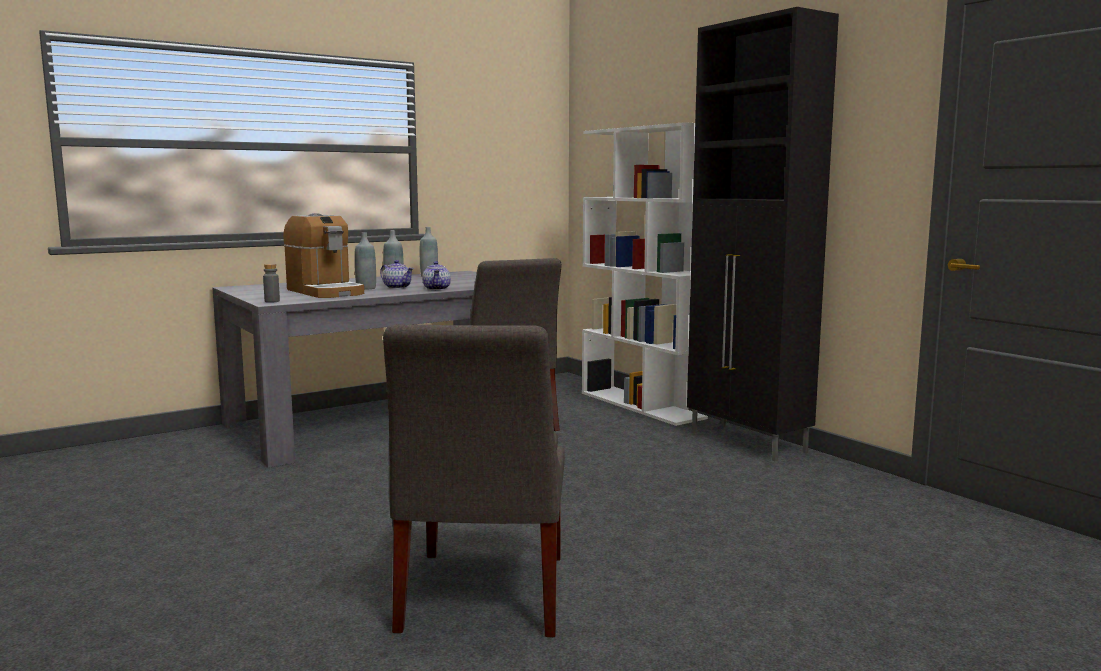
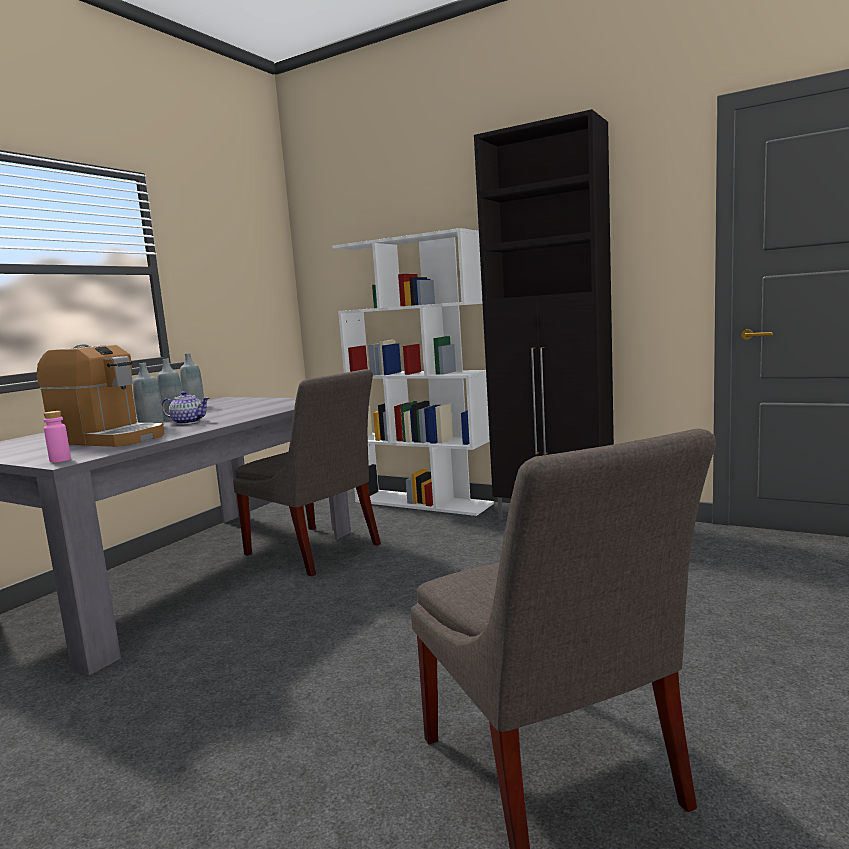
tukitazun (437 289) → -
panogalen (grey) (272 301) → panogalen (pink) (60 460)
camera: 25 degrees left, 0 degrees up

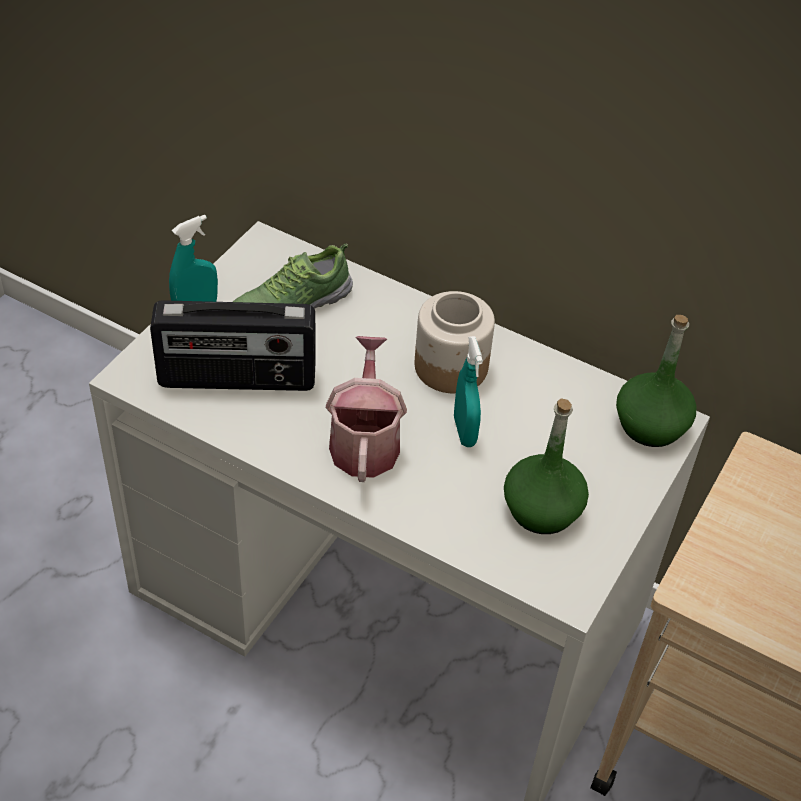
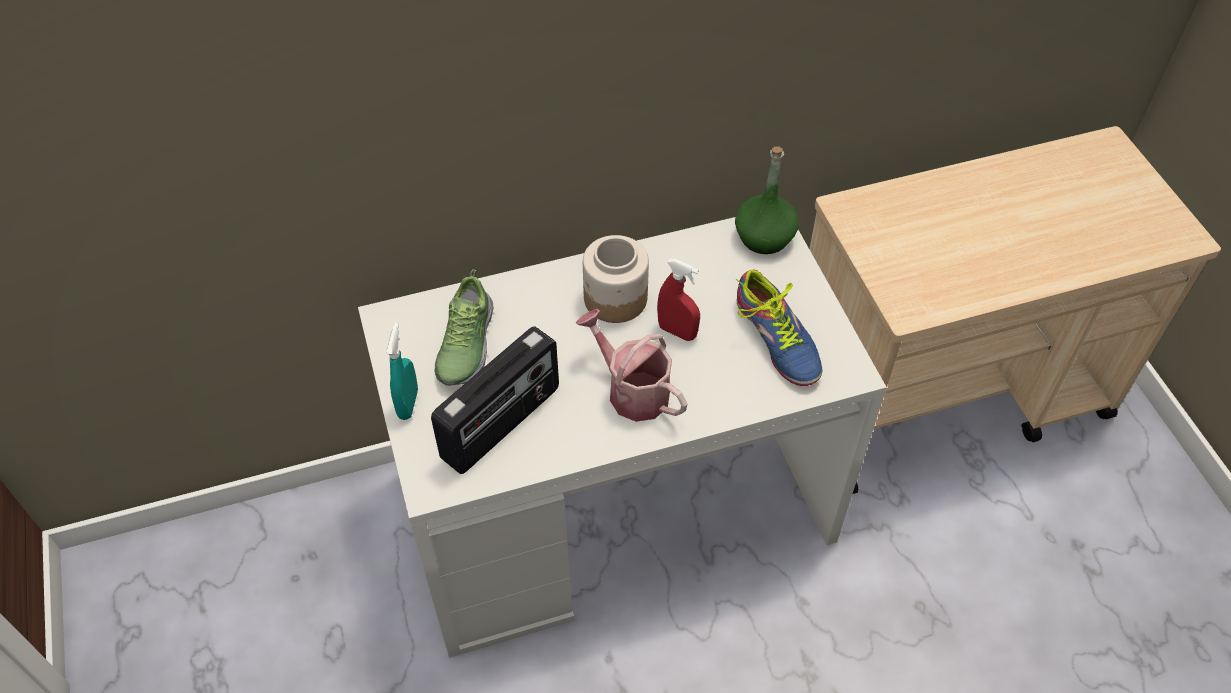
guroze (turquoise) (464 431) → guroze (red) (677 331)
panogalen (green) (542 509) → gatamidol (777 339)
camera: 45 degrees left, 5 degrees up

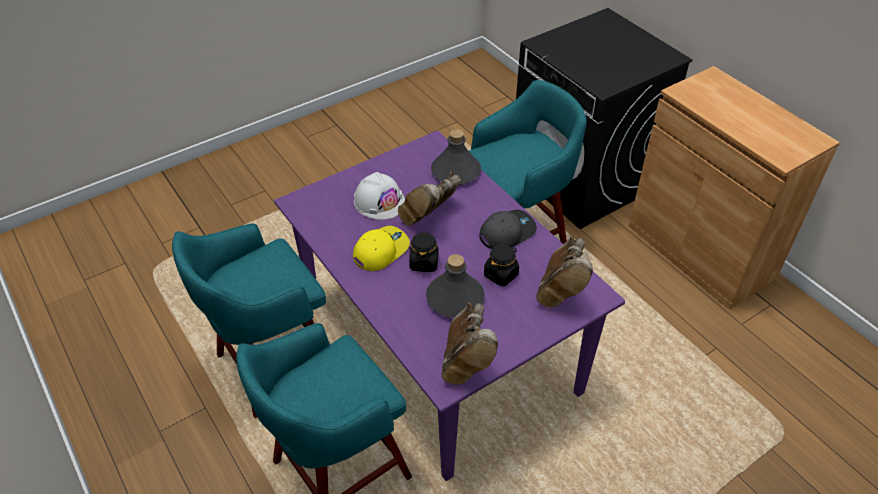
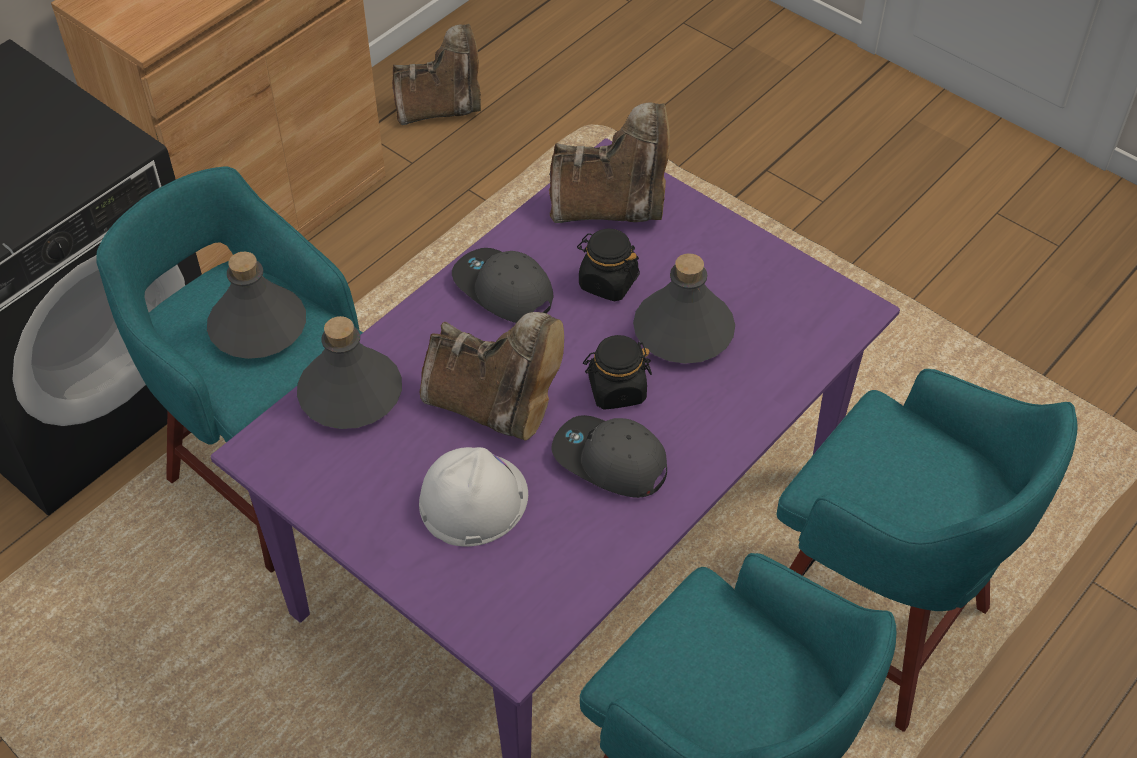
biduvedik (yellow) (380 250) → biduvedik (grey) (609 461)
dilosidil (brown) (466 361) → dilosidil (brown) (442 108), move
- → panogalen (grey) (258 327)
camera: 105 degrees left, 5 degrees up

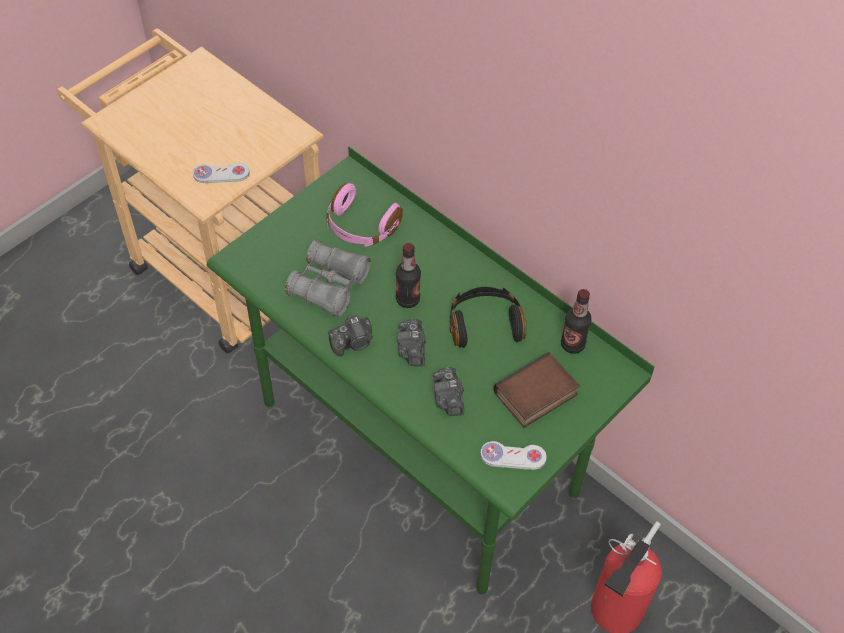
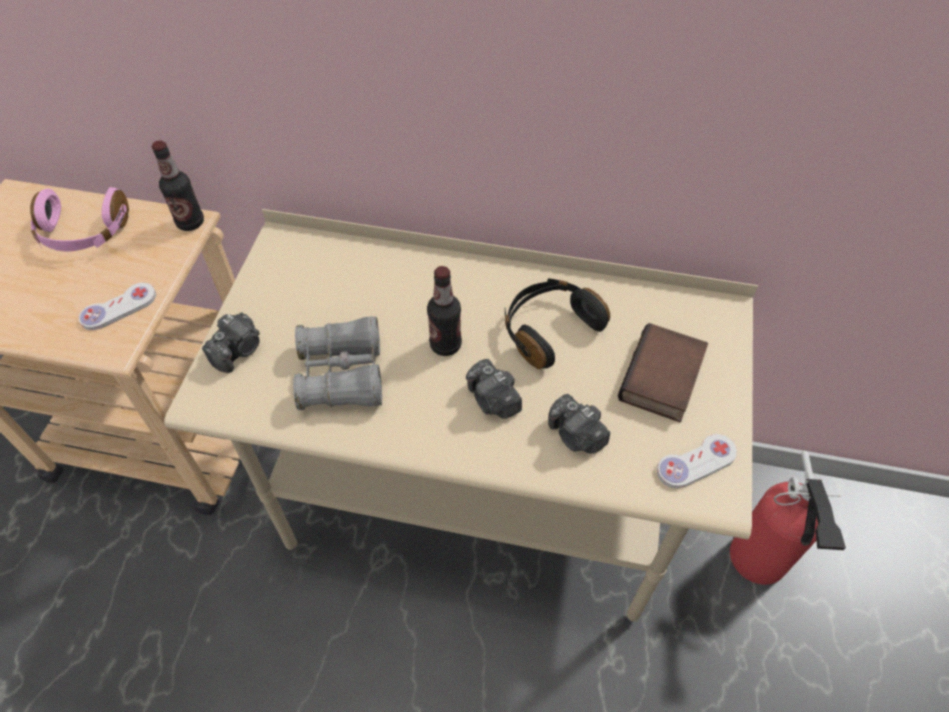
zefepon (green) (419 450) → zefepon (beige) (474 506)
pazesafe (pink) (360 227) → pazesafe (pink) (84 233), move
panogalen (572 344) → panogalen (190 222), move
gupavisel (353 343) → gupavisel (238 350), move
camera: 30 degrees left, 0 degrees up

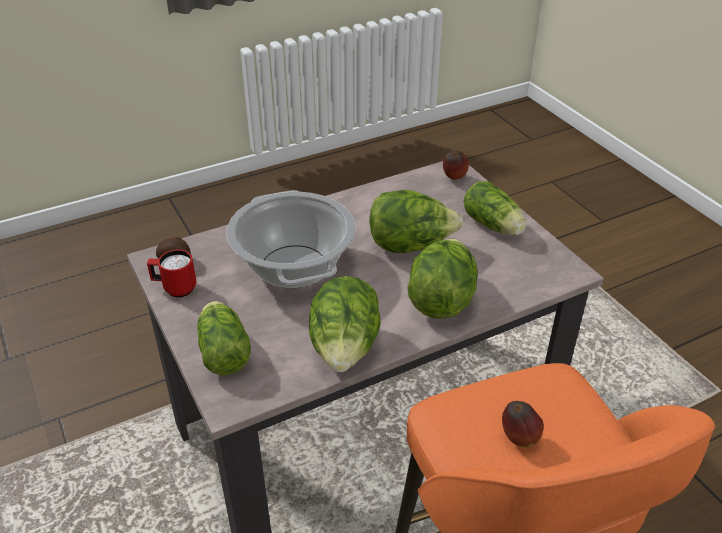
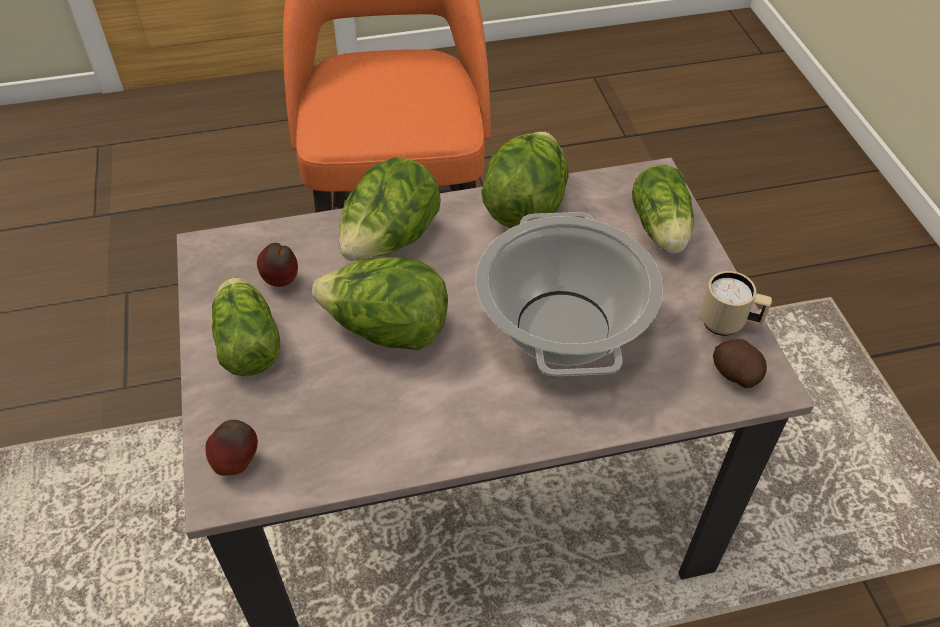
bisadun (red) (175 289) → bisadun (beige) (729 324)
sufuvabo (518 439) → sufuvabo (282 282), move
camera: 165 degrees left, 10 degrees up

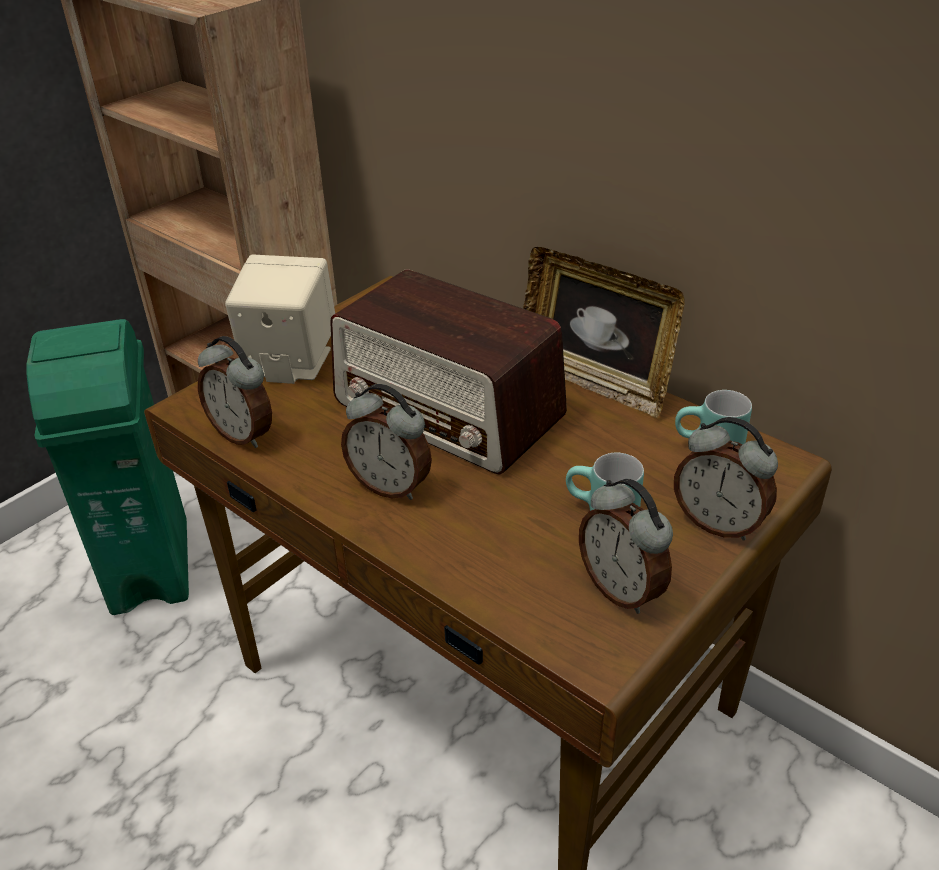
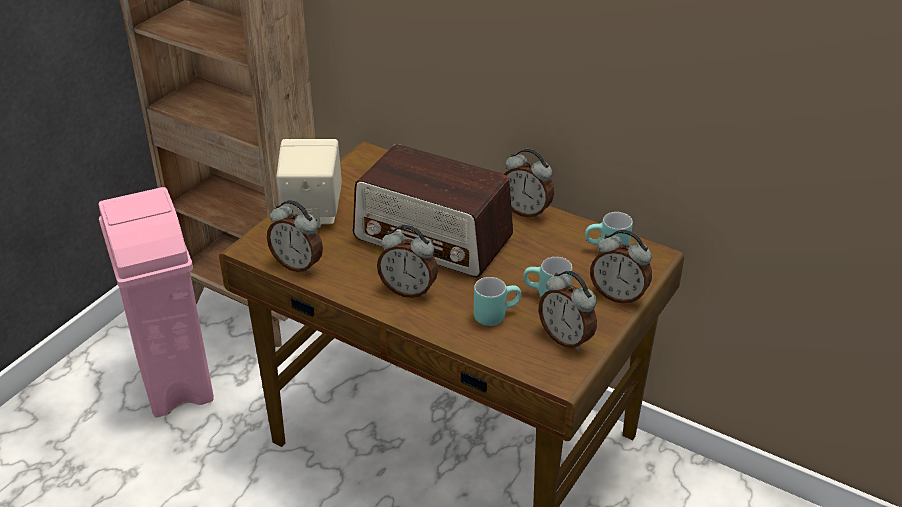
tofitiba (594 381) → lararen (526 211)
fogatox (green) (151 564) → fogatox (pink) (175 378)
- → bisadun (turquoise) (495 314)
camera: 10 degrees left, 0 degrees up

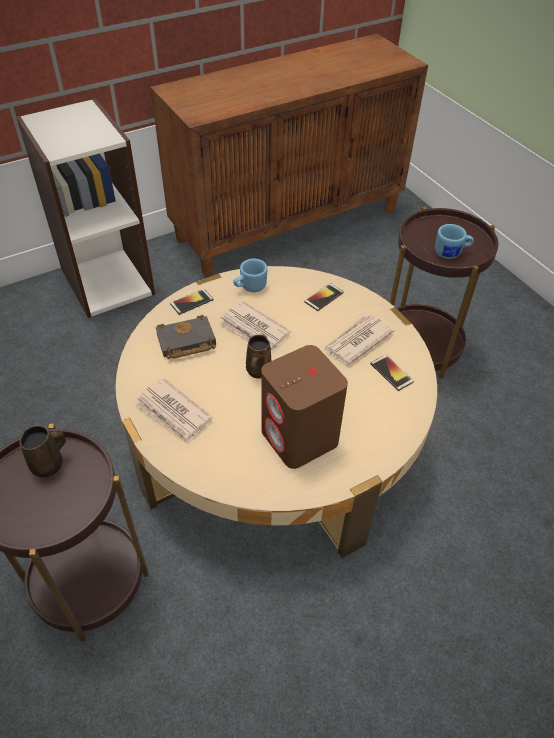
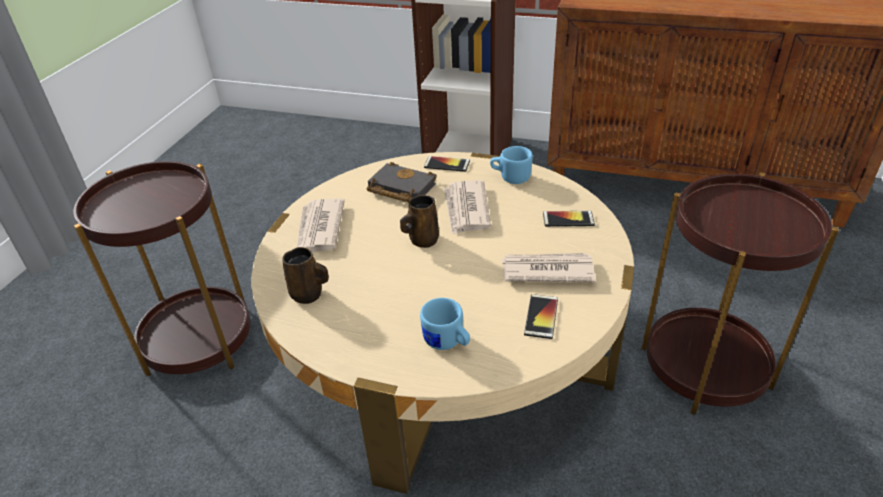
bisadun (blue) (451 253) → bisadun (blue) (447 343), move
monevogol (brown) (300 437) → -
bisadun (brown) (49 464) → bisadun (brown) (308 295), move
camera: 50 degrees right, 10 degrees down

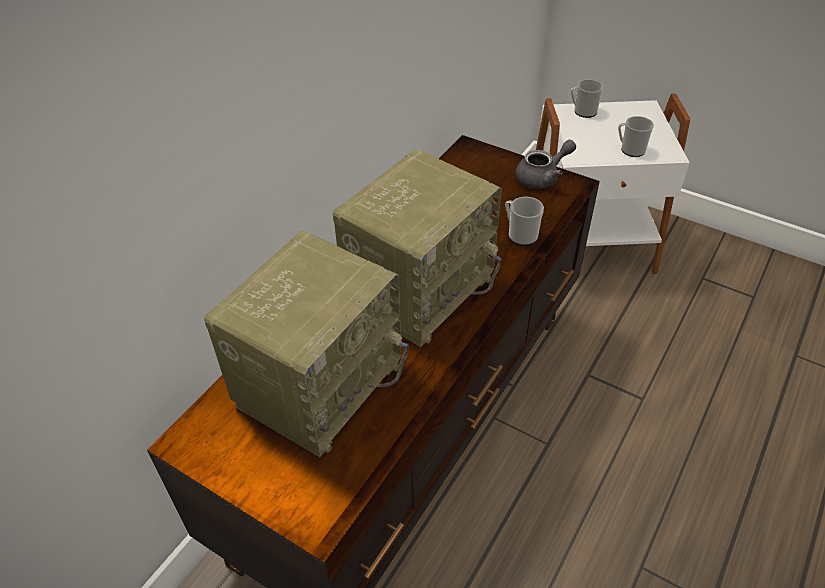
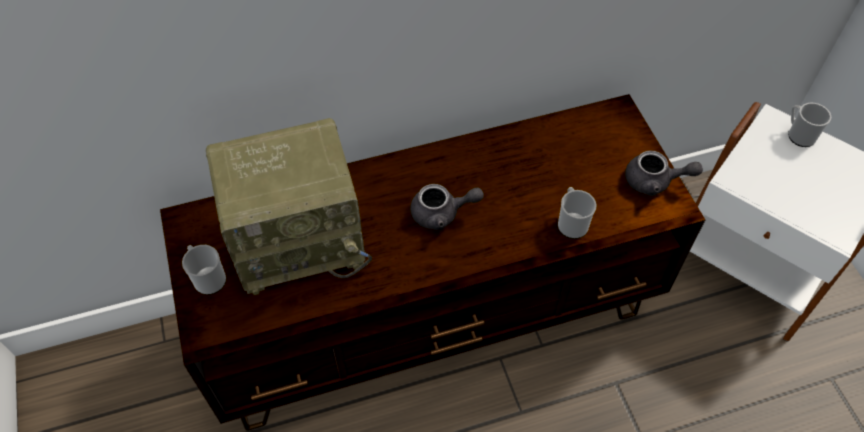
bisadun (630 150) → bisadun (208 278), move
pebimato (419 287) → tukitazun (grey) (442 214)
camera: 40 degrees right, 10 degrees up

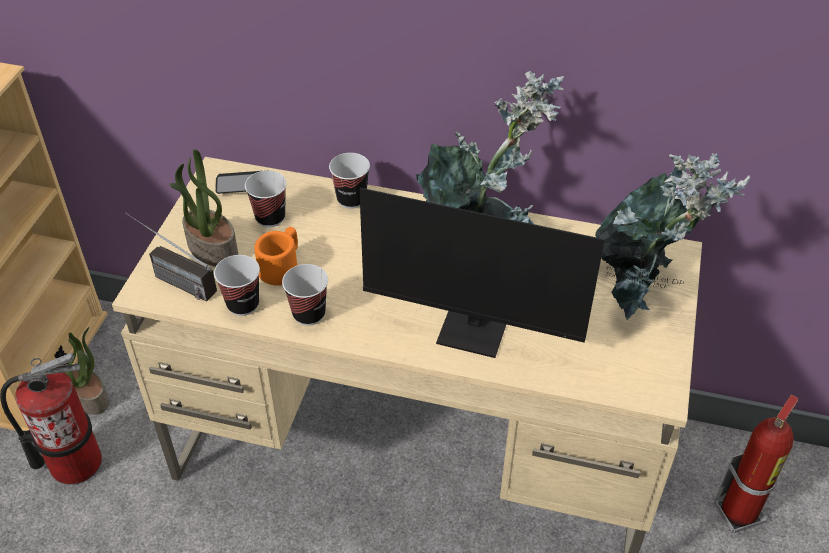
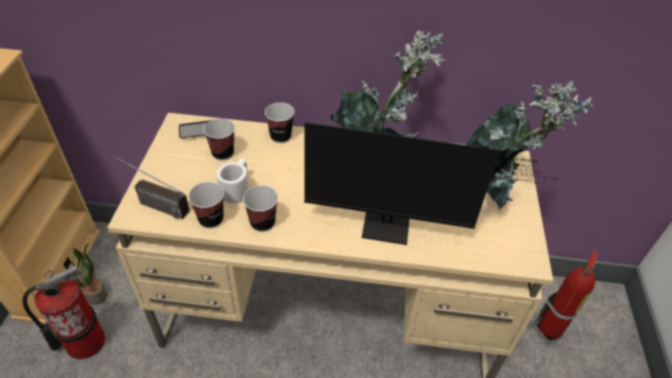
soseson (211 249) → -
bisadun (orange) (282 266) → bisadun (white) (237 188)
camera: 10 degrees left, 0 degrees up

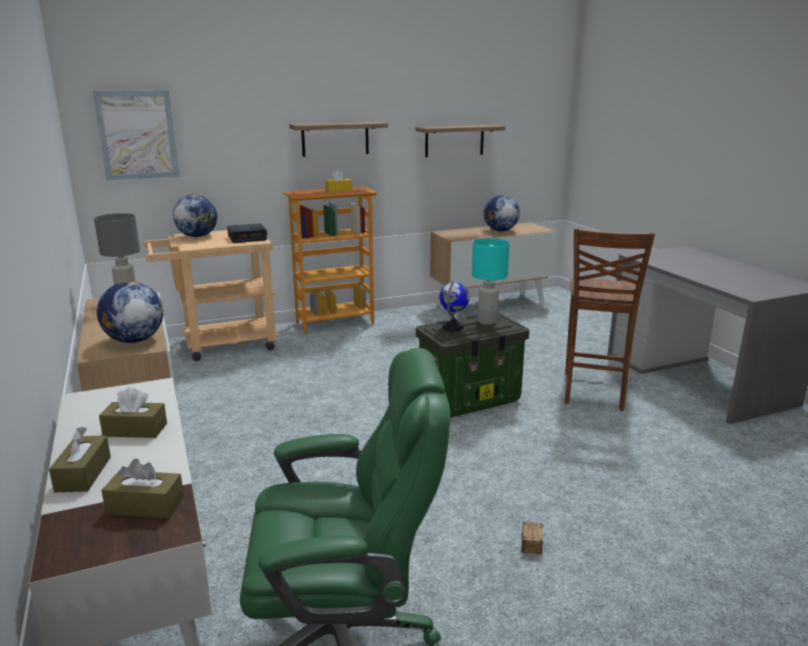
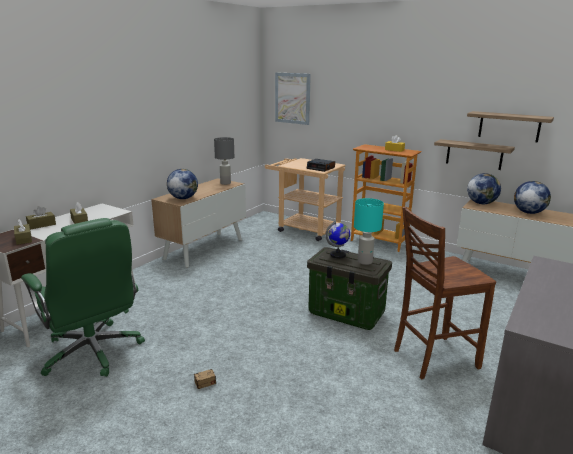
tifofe (335 139) → tifofe (474 154), move
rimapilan (197 236) → rimapilan (481 203), move
camera: 55 degrees right, 0 degrees up

